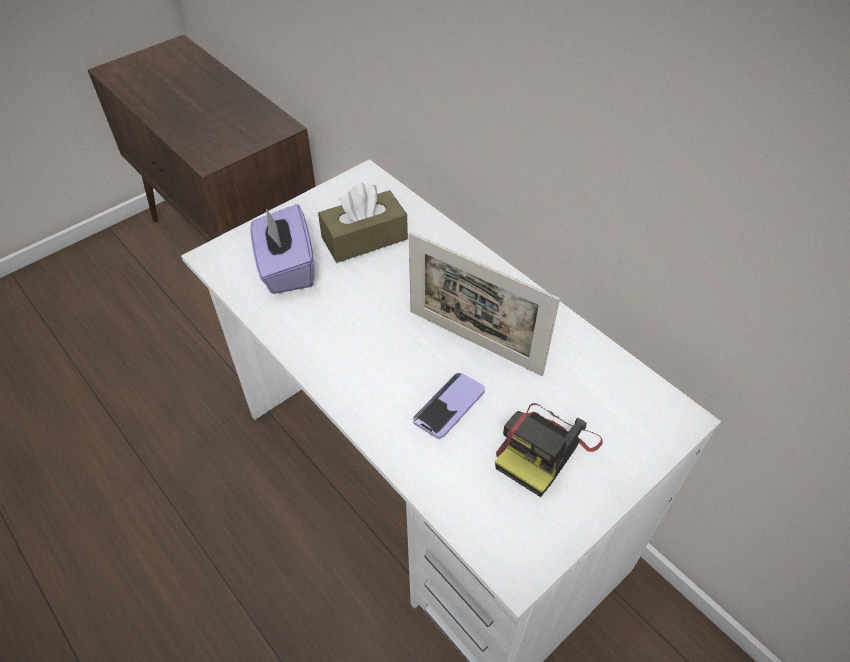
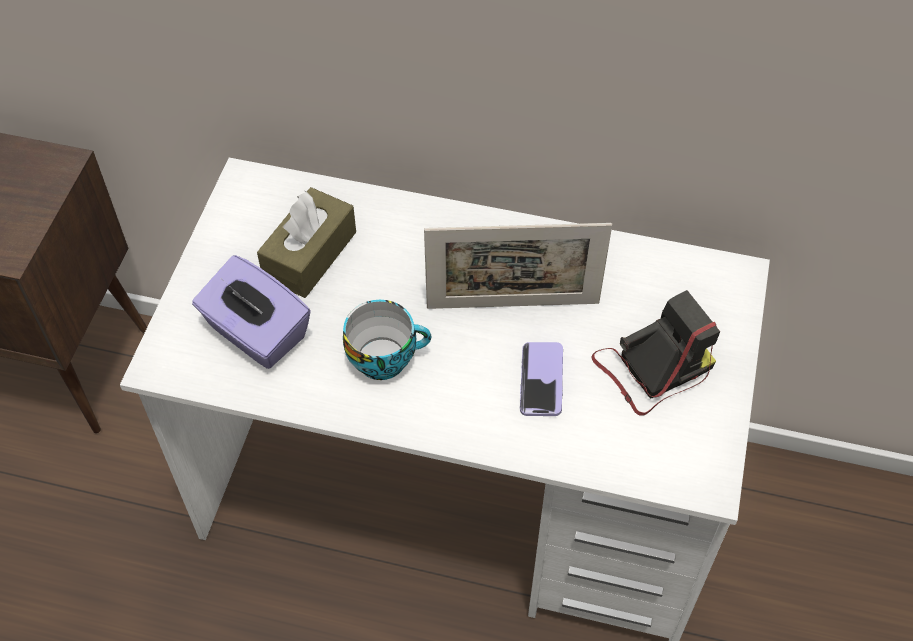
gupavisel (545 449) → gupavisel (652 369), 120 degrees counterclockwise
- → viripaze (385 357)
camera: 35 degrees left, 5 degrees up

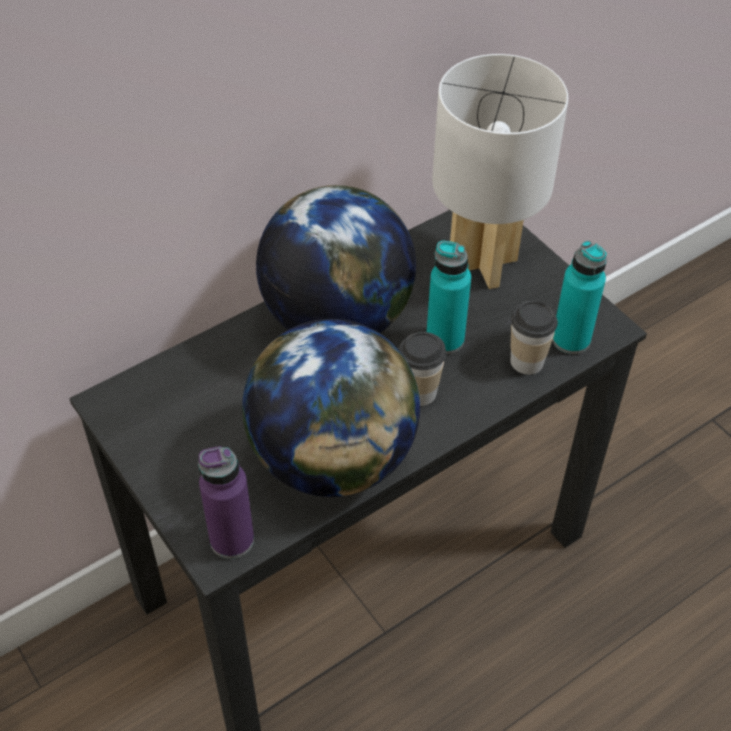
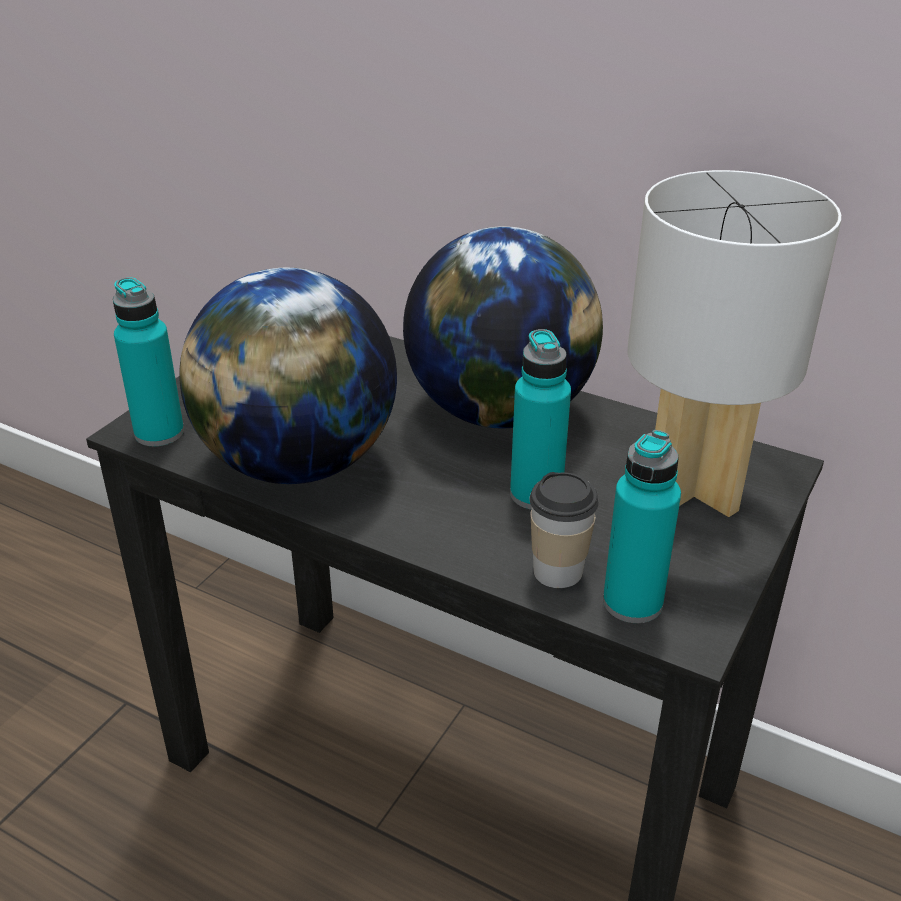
viripaze (419 392) → -
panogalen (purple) (232 539) → panogalen (turquoise) (159 433)
camera: 65 degrees right, 15 degrees down

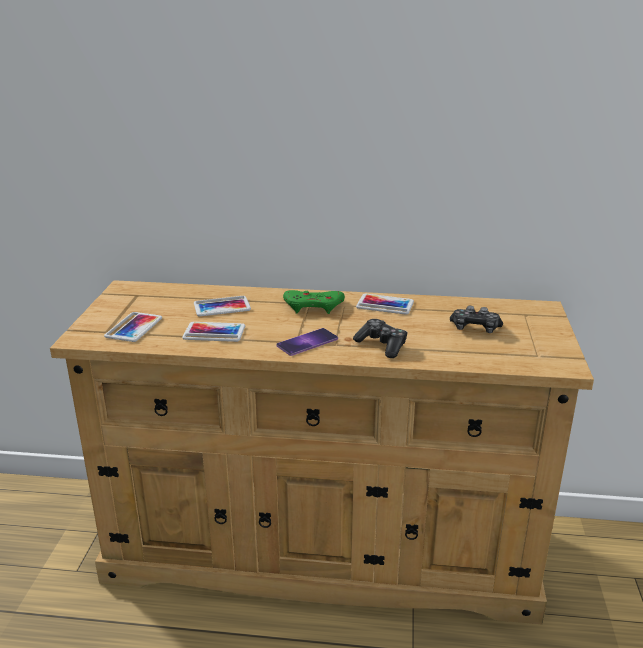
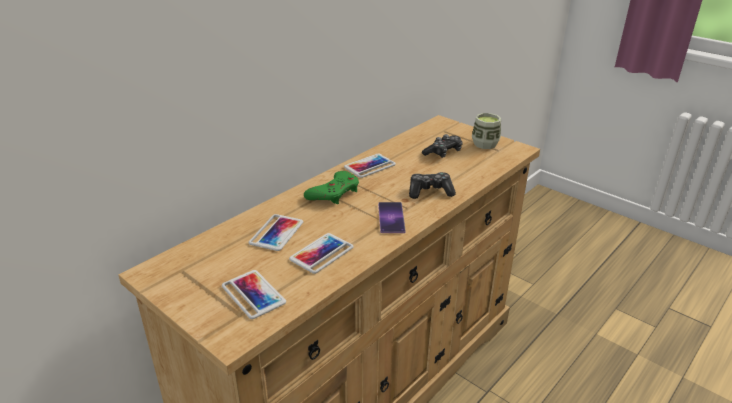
- → viripaze (485 144)
camera: 55 degrees left, 5 degrees up

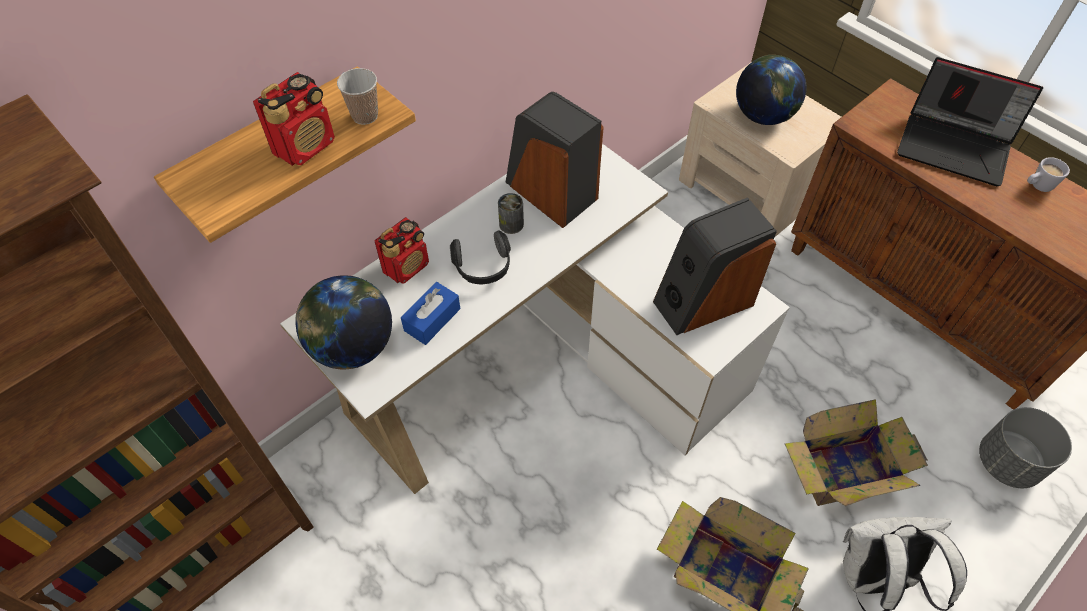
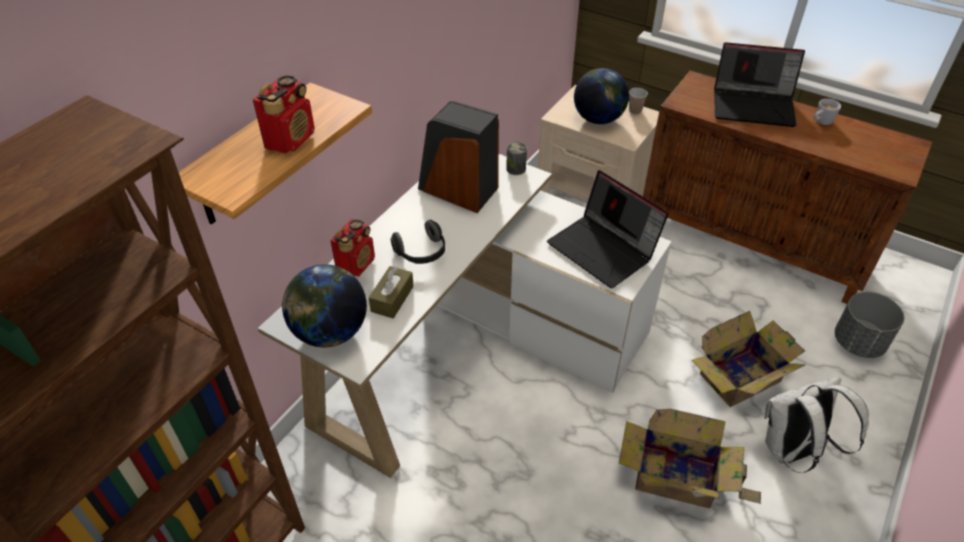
viripaze (365 116) → viripaze (635 111), move
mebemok (511 224) → mebemok (516 169), move
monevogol (703 301) → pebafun (604 250)
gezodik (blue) (432 319) → gezodik (brown) (392 299)
camera: 15 degrees left, 10 degrees down

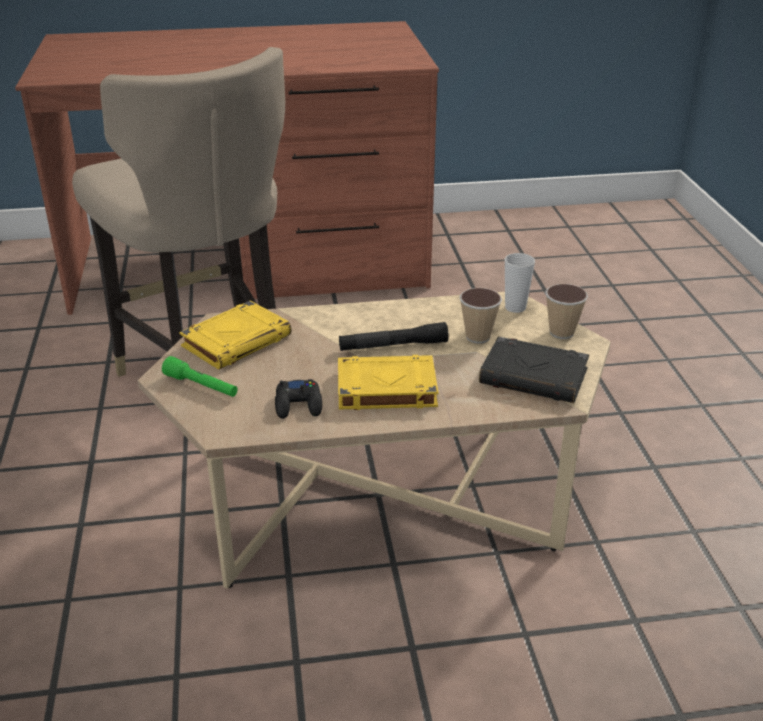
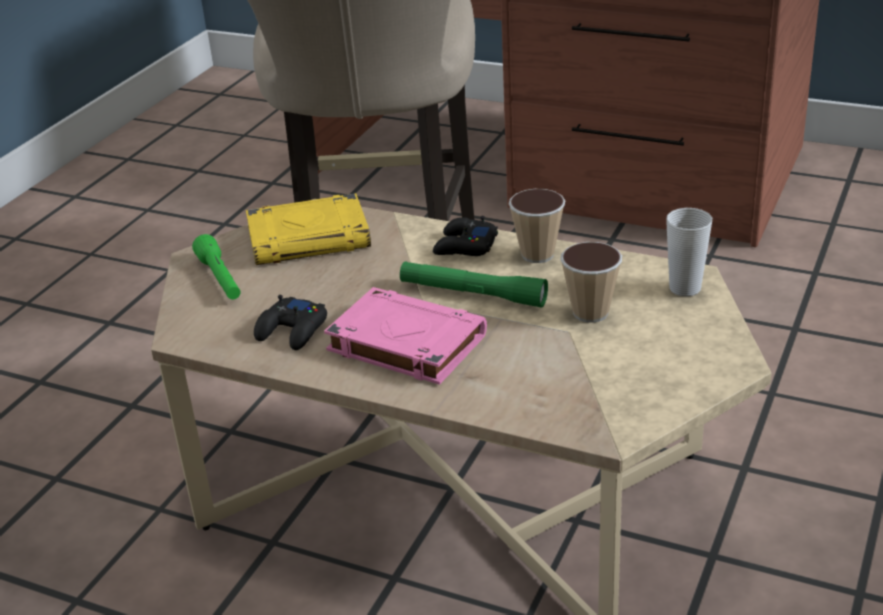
viripaze (561 332) → viripaze (537 254), move
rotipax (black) (393 346) → rotipax (green) (472 294)
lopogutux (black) (535 377) → -
lopogutux (yellow) (385 389) → lopogutux (pink) (404 343)
- → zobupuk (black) (464 246)
camera: 35 degrees right, 0 degrees up

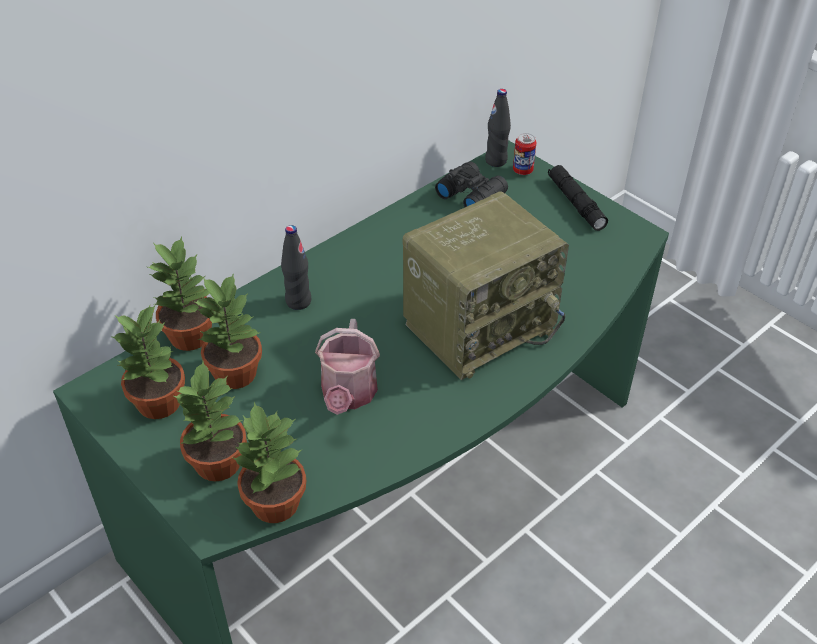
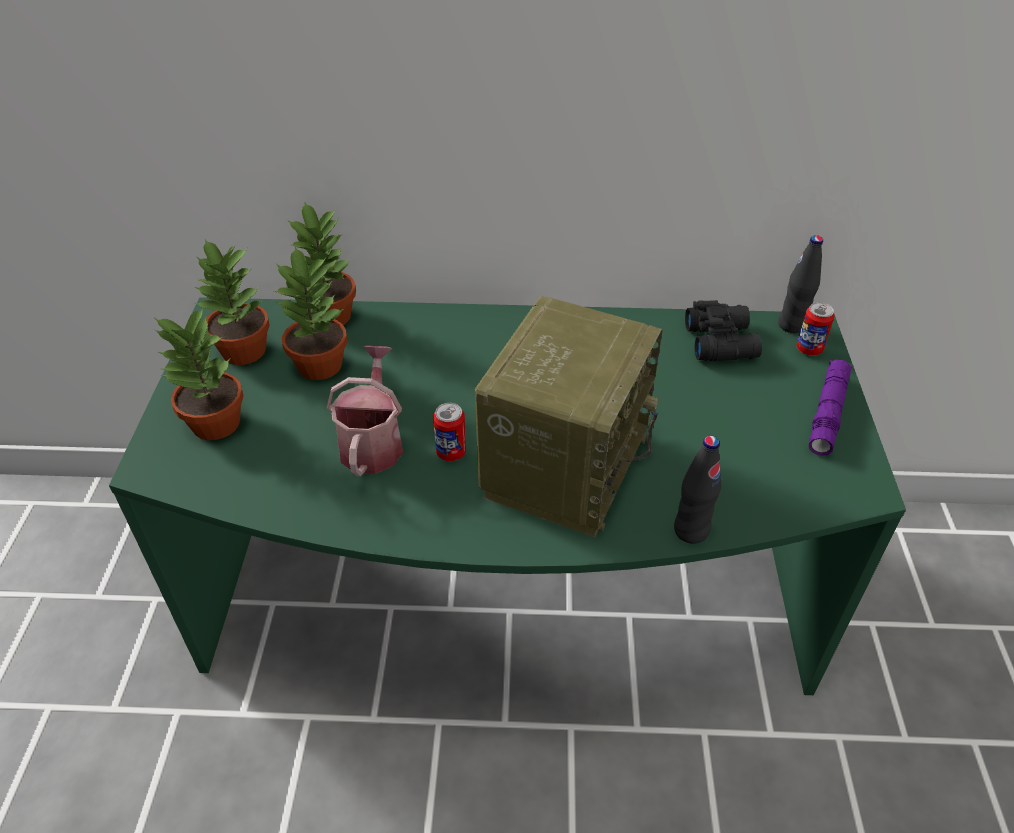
rotipax (black) (576 203) → rotipax (purple) (827 413)
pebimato (480 325) → pebimato (565 462), 75 degrees counterclockwise
panogalen (black) (298 301) → panogalen (black) (691 530), move
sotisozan (348 395) → sotisozan (372 442), 135 degrees clockwise
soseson (275 505) → -
- → mebemok (451 452)
camera: 45 degrees right, 0 degrees up

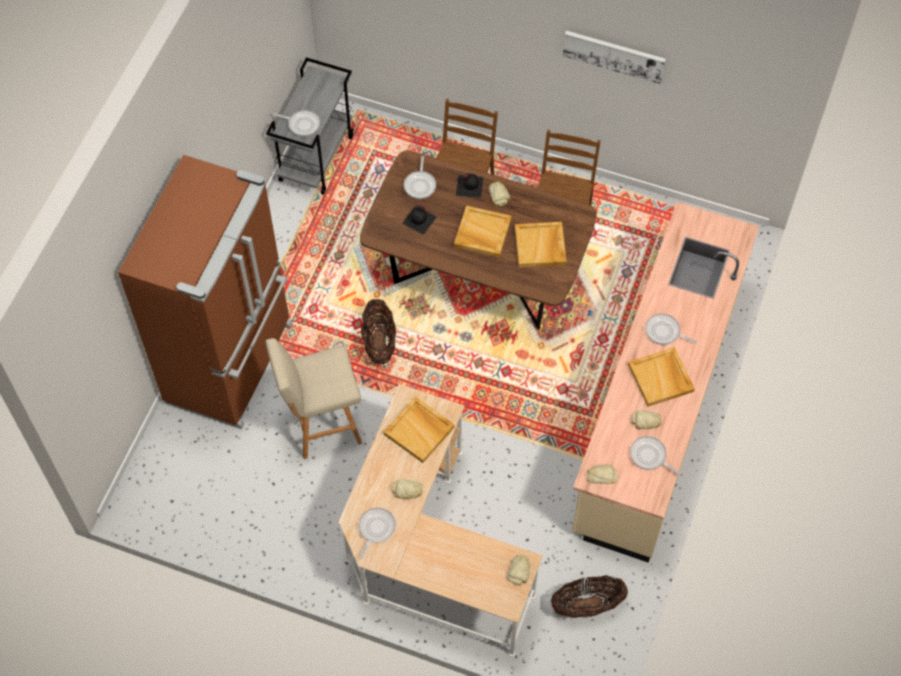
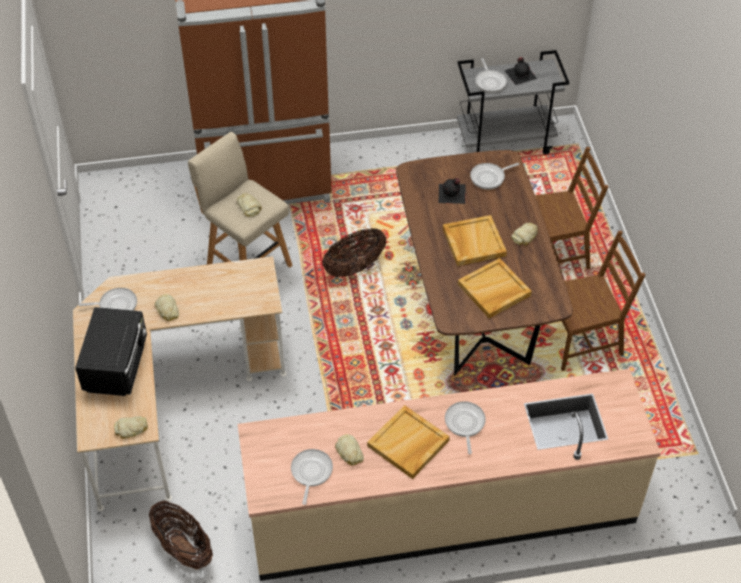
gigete (614 55) → -
panogalen (black) (469 185) → panogalen (black) (520 74), move
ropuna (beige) (419 431) → -
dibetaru (601 475) → dibetaru (249 206), move
- → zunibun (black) (117 365)
camera: 60 degrees right, 10 degrees down

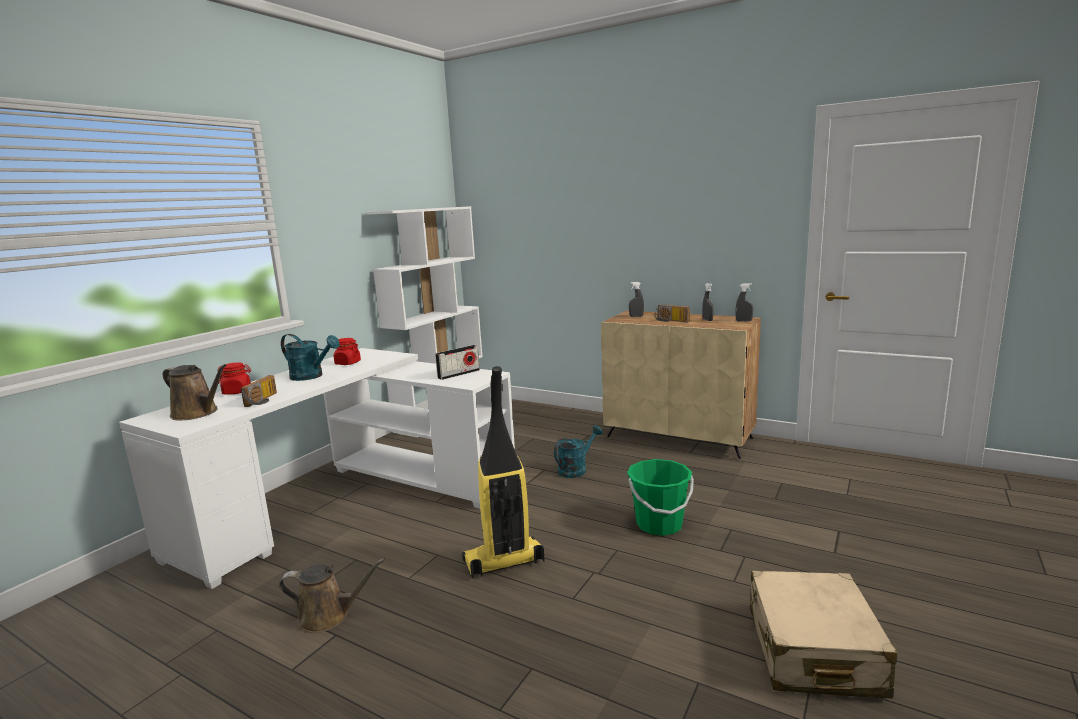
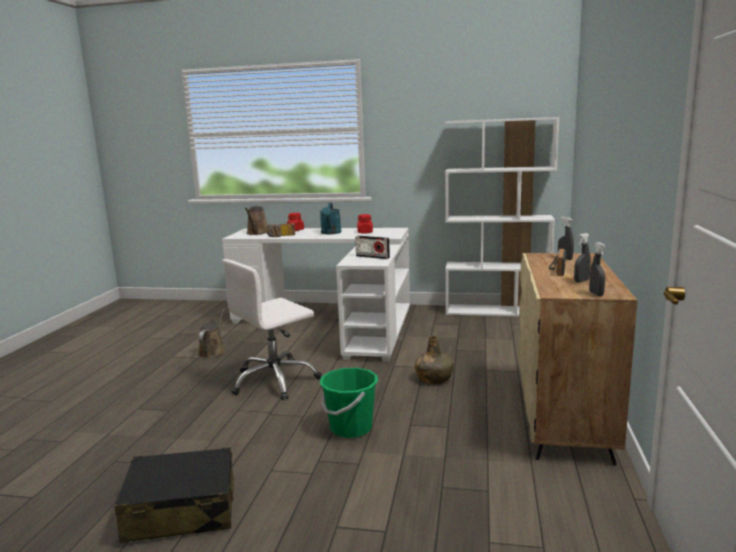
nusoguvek (503 562) → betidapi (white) (275 381)
sotisozan (turquoise) (576 469) → panogalen (green) (434 379)
sotisozan (brown) (329 616) → sotisozan (brown) (213 352), 150 degrees counterclockwise
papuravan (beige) (813 651) → papuravan (black) (181 510)
camera: 70 degrees right, 0 degrees up

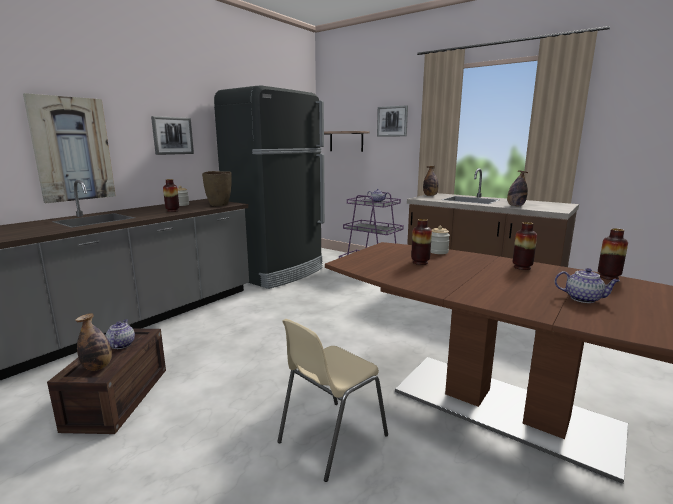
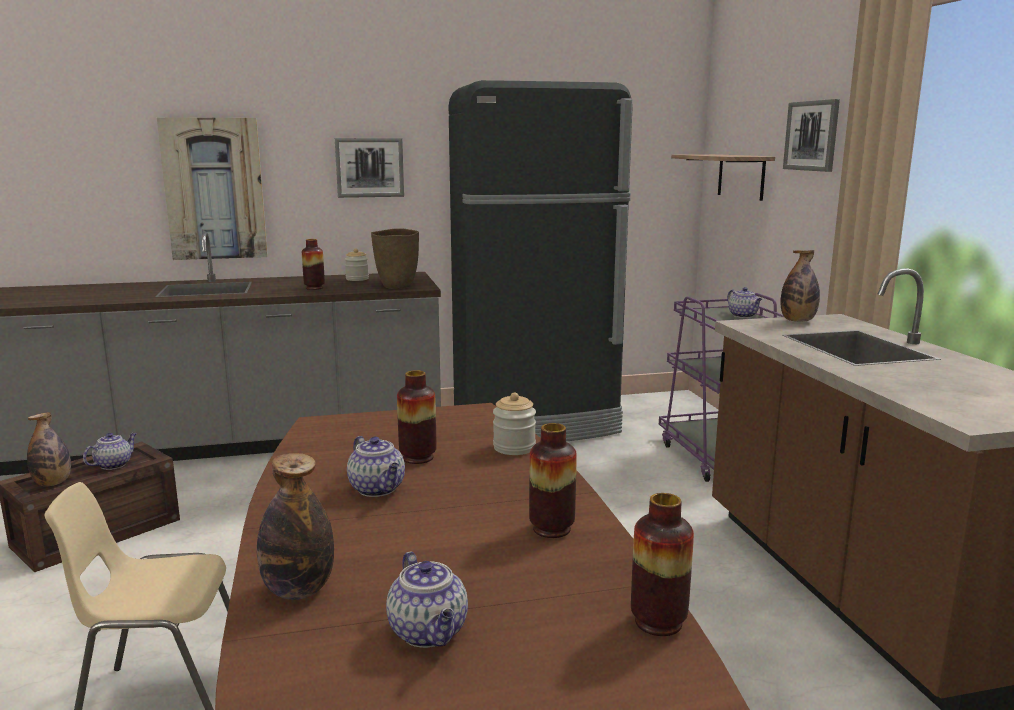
panogalen (515 206) → panogalen (298 590), move
- → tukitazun (378 489)
camera: 40 degrees right, 0 degrees up

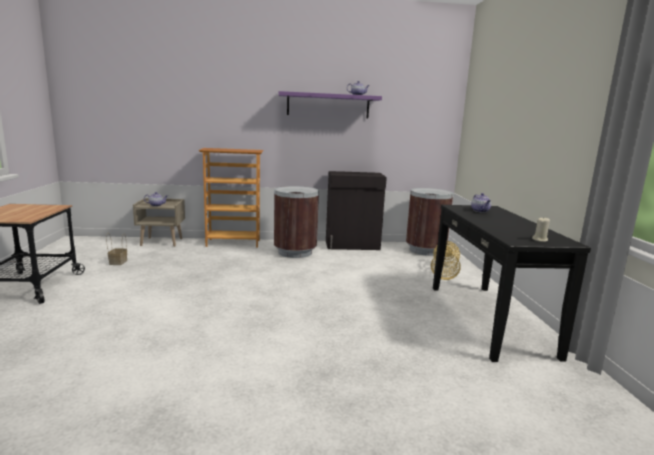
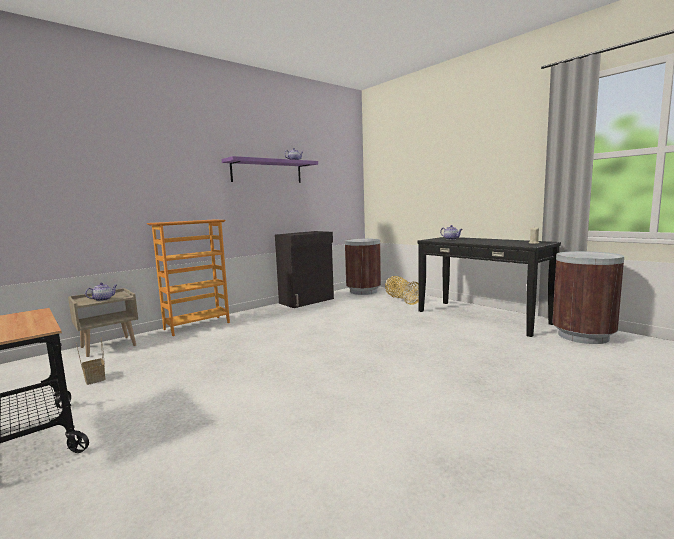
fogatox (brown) (295 252) → fogatox (brown) (583 336), move
camera: 35 degrees left, 5 degrees down

